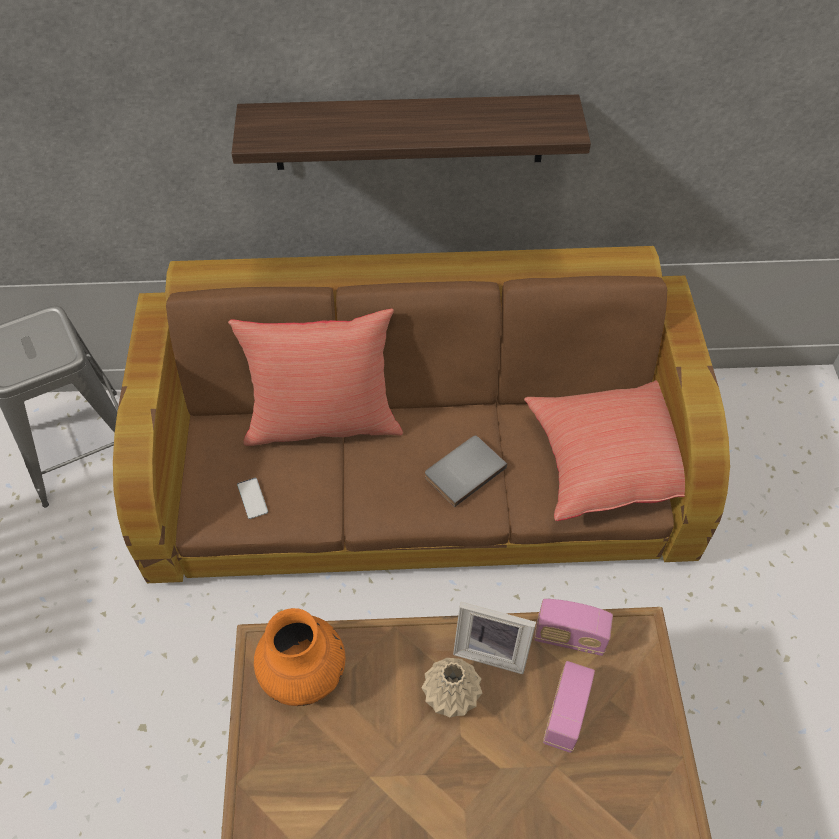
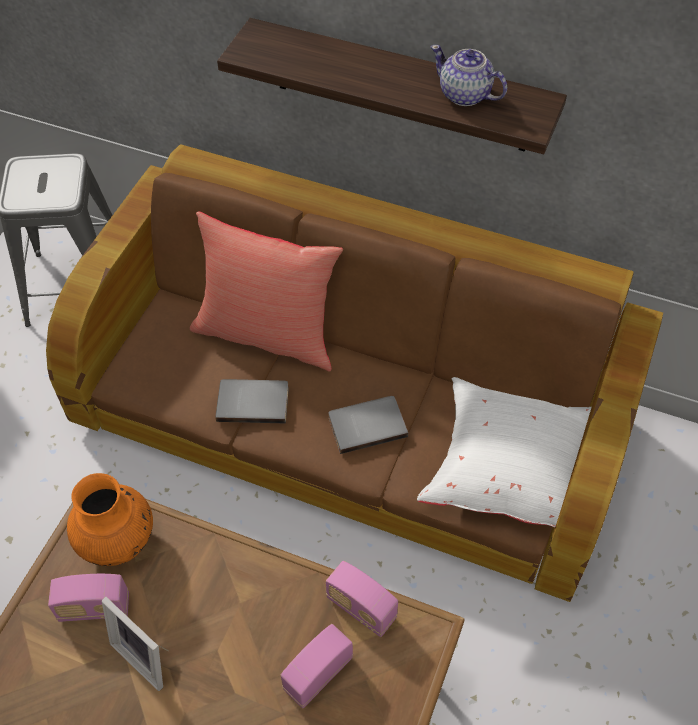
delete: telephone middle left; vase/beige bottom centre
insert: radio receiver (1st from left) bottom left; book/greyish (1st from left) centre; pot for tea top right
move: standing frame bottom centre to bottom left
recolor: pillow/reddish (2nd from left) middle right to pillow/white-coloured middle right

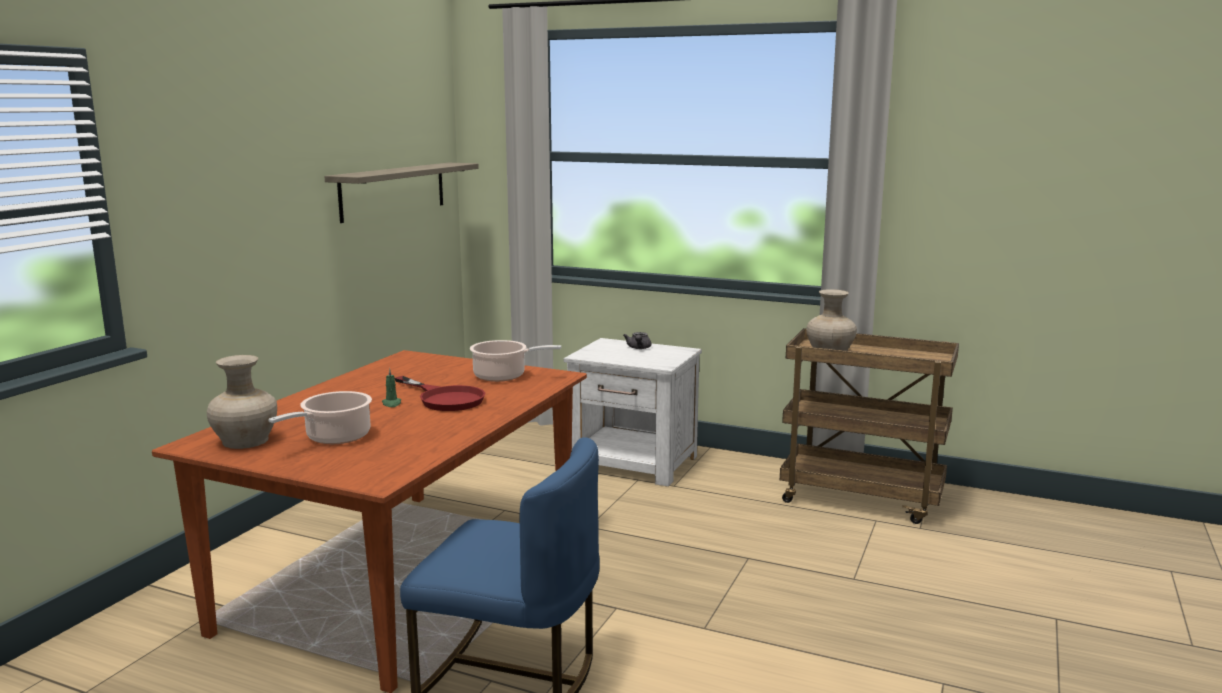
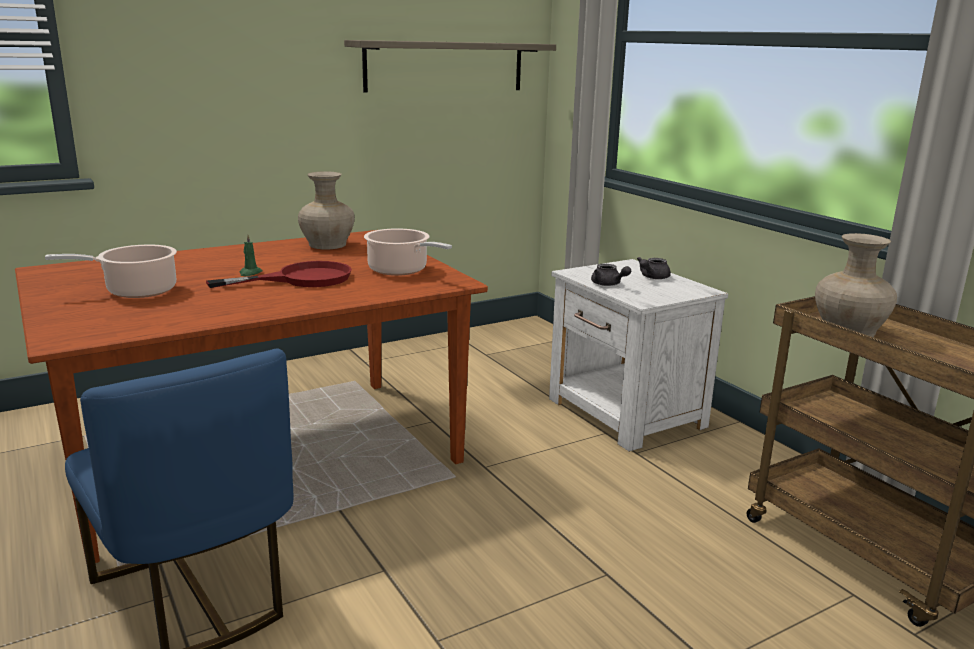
insert: pot for tea/greyish (1st from left) centre
move: vase/beige (1st from left) middle left to top centre
rotate: pan/reddish centre = middle left 105 degrees counterclockwise

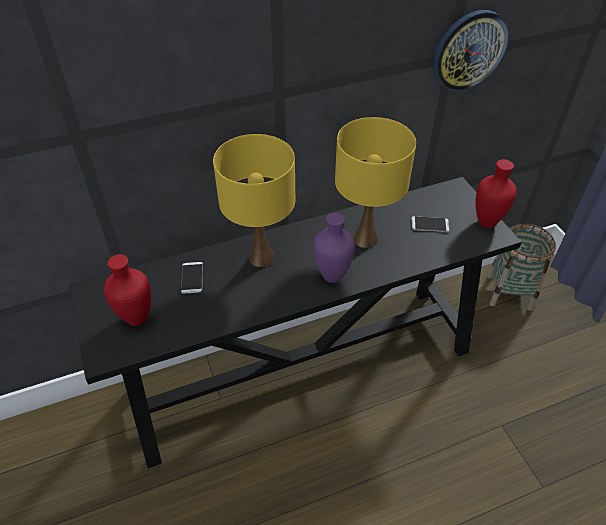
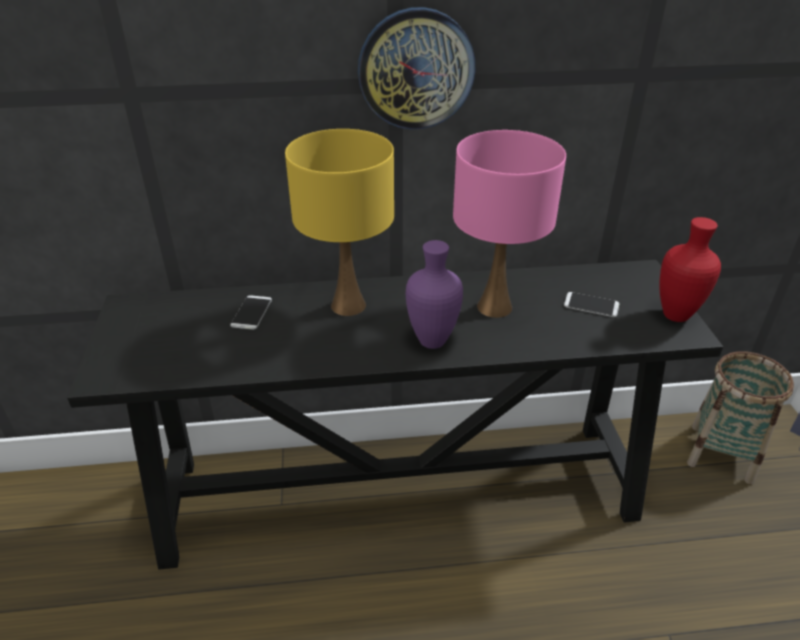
delete: vase/reddish (1st from left) middle left
move: hanging clock top right to top centre
recolor: lamp for a table/yellow (2nd from left) centre to lamp for a table/pink-coloured centre

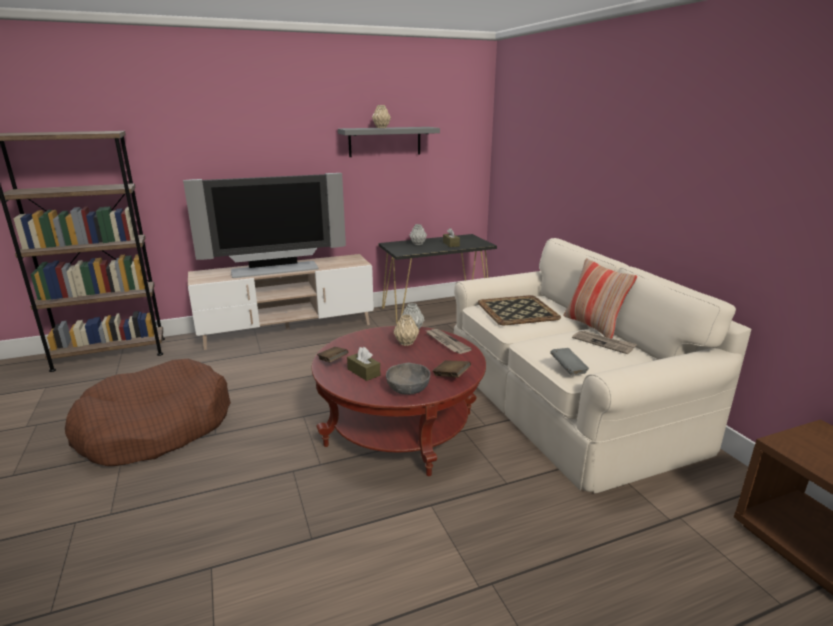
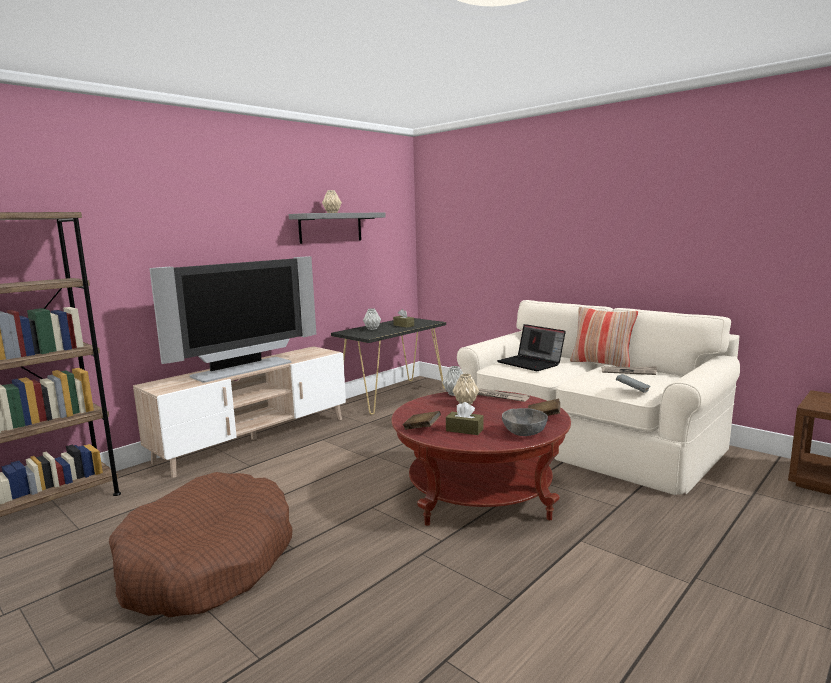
replace: serving tray centre to notebook computer centre

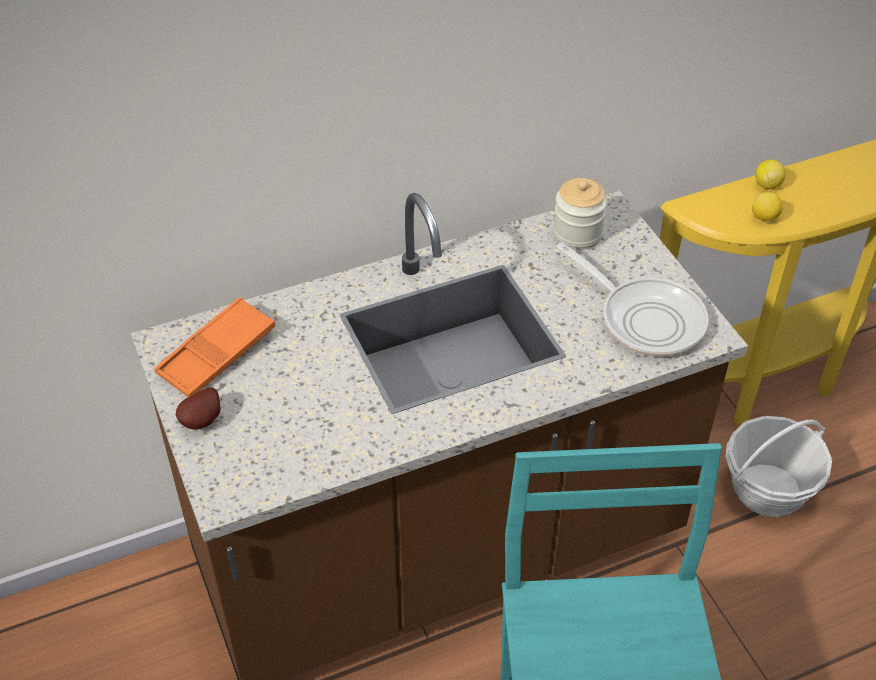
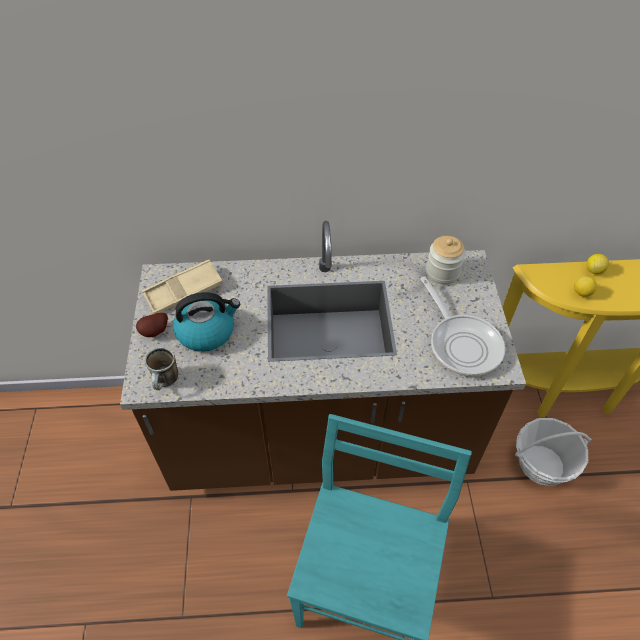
insert: coffee mug middle left; tea kettle middle left
recolor: serving tray/orangey middle left to serving tray/beige middle left

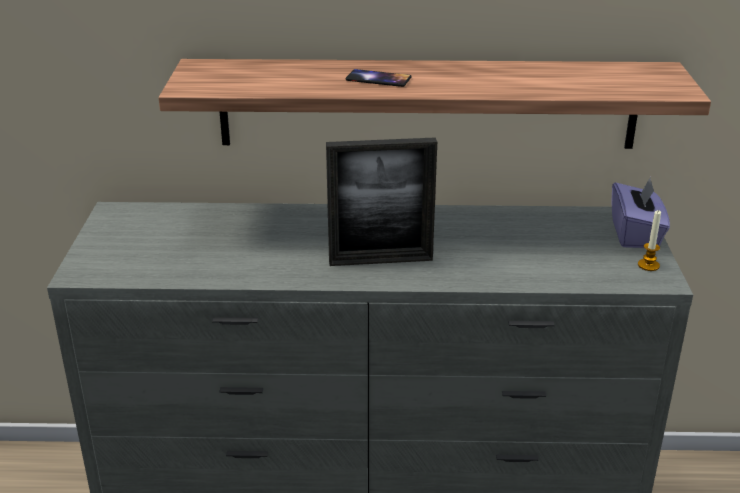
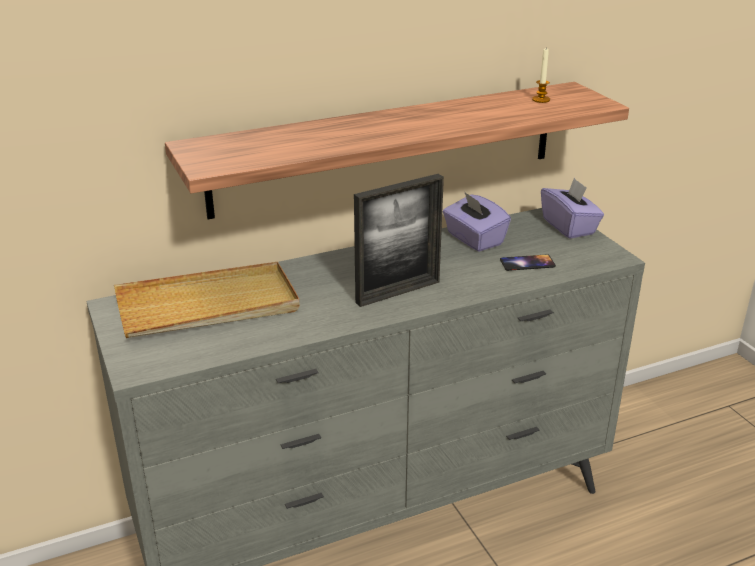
insert: serving tray/beige middle left; tissue box/purple (1st from left) centre
move: telephone top centre to middle right; wax candle middle right to top right

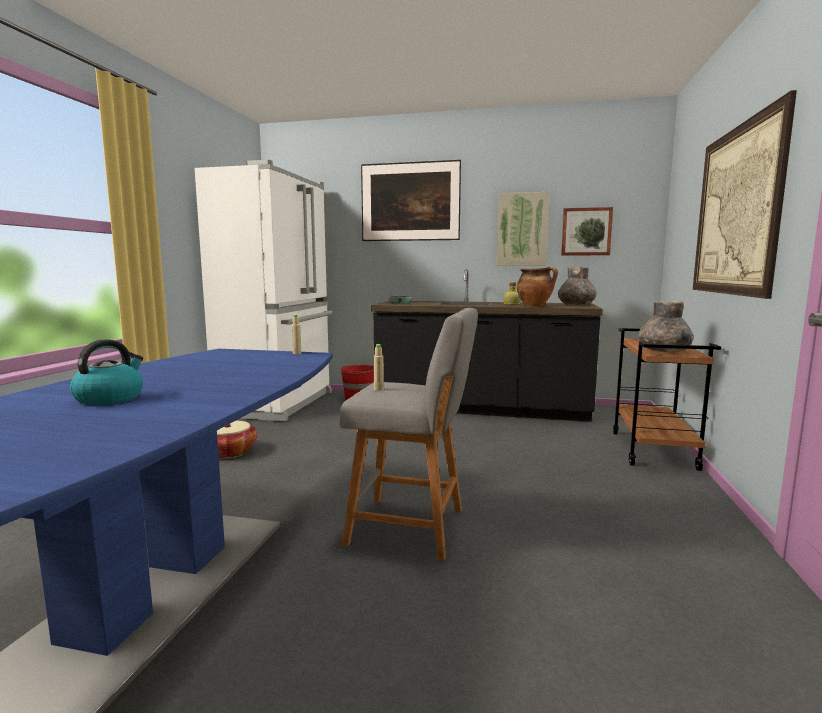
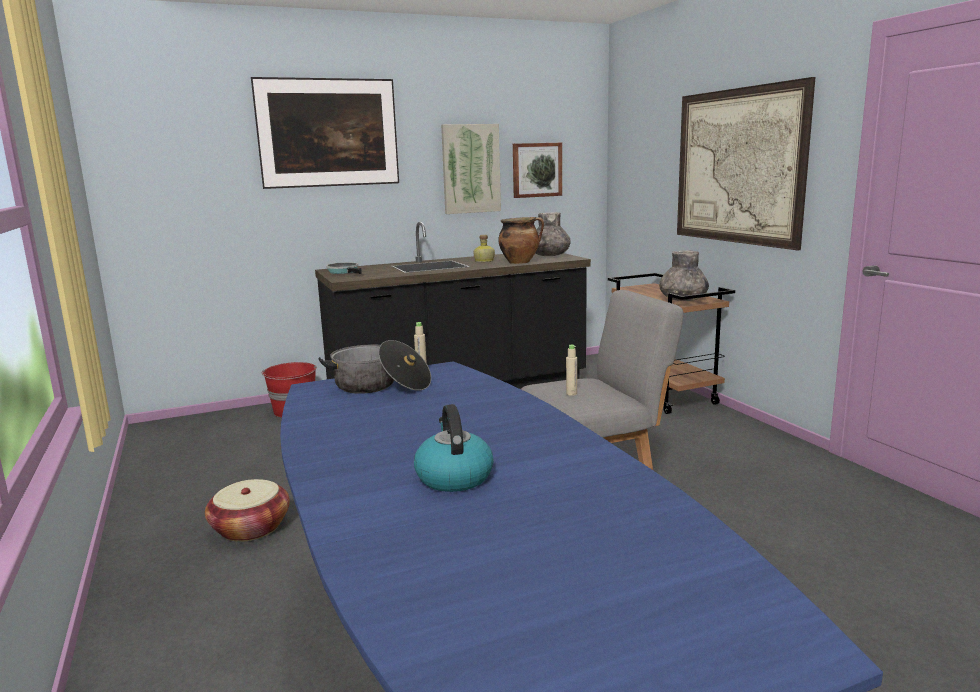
delete: fridge/white-coloured middle left
insert: saucepot (1st from left) centre

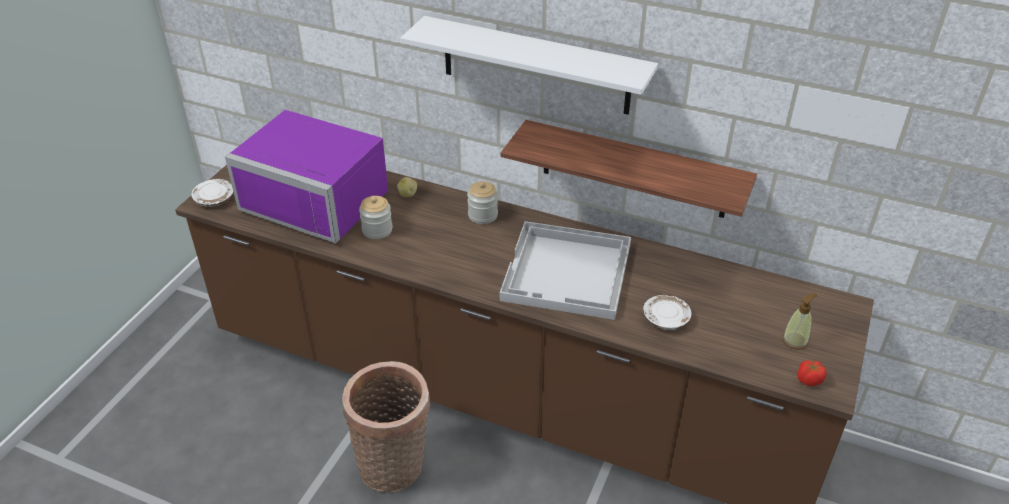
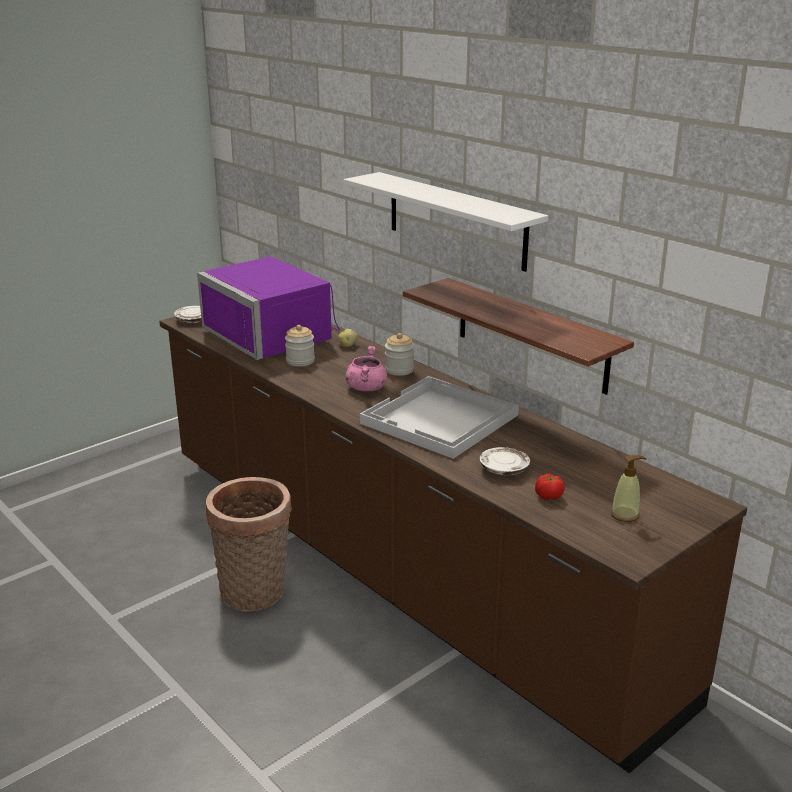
insert: saucepot/pink-coloured centre
move: whole tomato bottom right to middle right

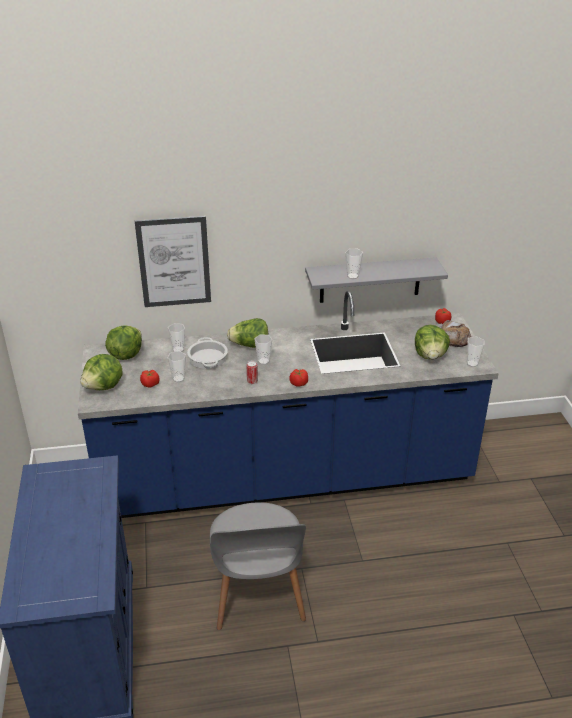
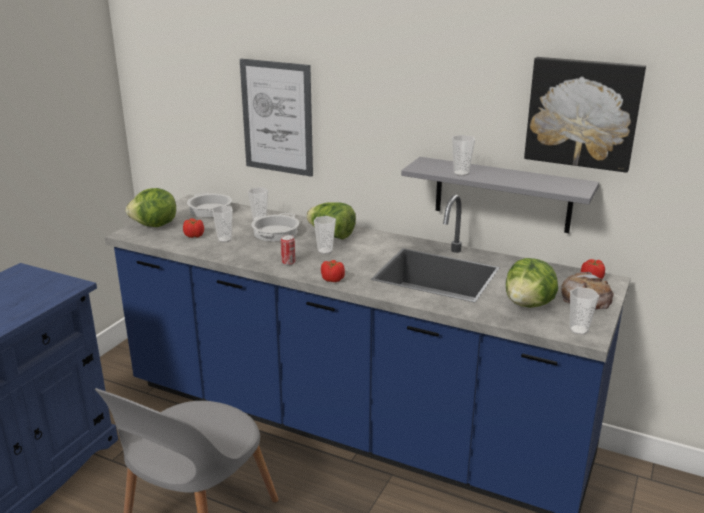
insert: wall picture (2nd from left) top right
replace: head of lettuce (2nd from left) middle left to saucepot (1st from left) middle left

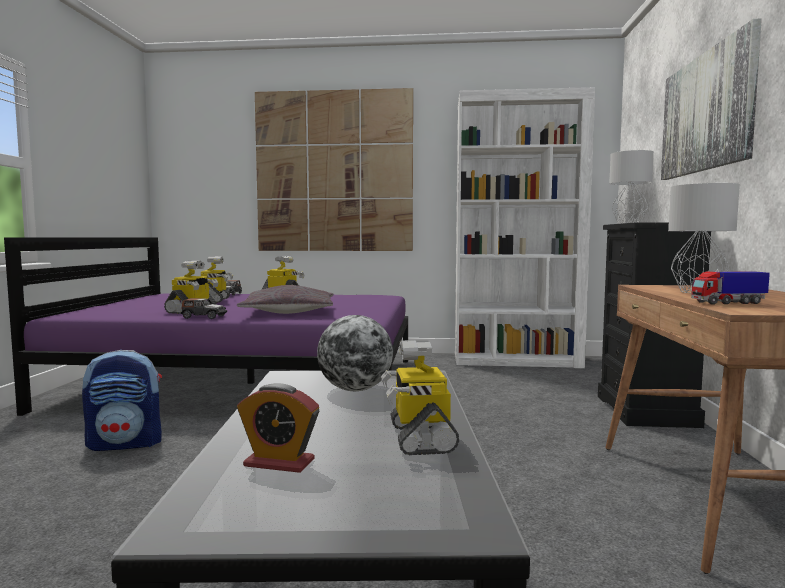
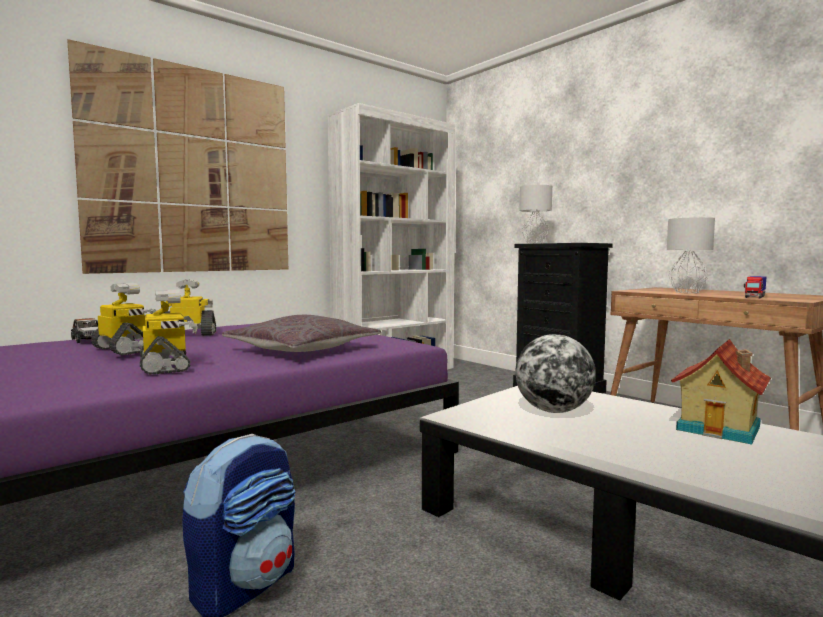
delete: toy car (1st from left) middle left; alarm clock bottom centre; wall picture (2nd from left) top right
replace: robot figure (4th from left) bottom centre to toy house middle right

